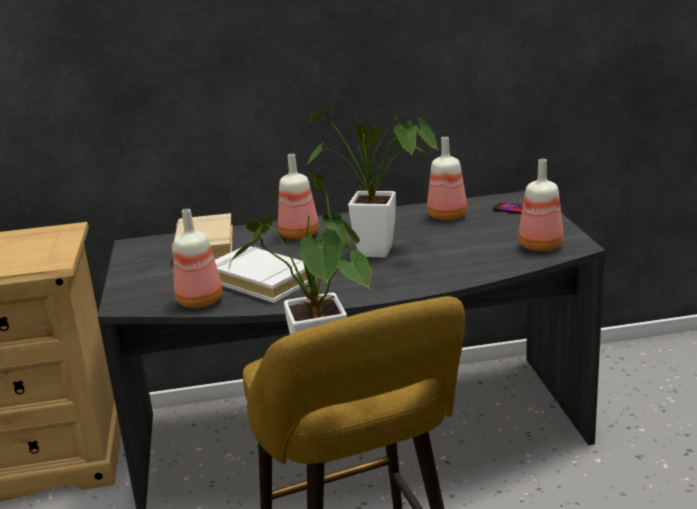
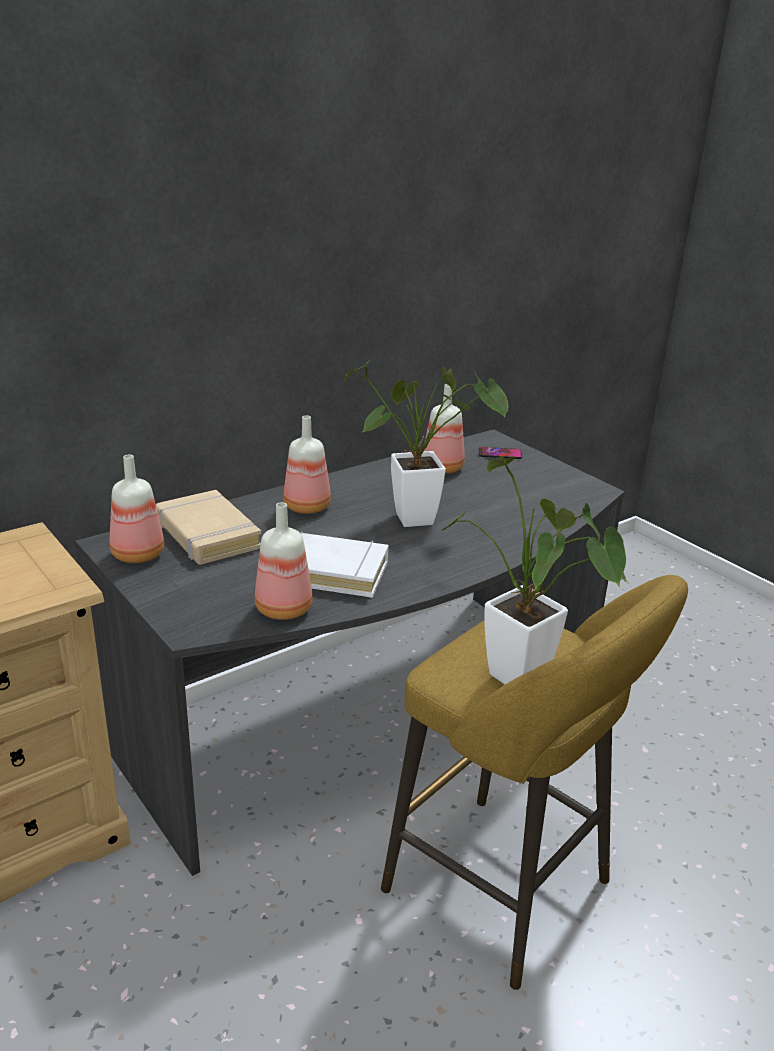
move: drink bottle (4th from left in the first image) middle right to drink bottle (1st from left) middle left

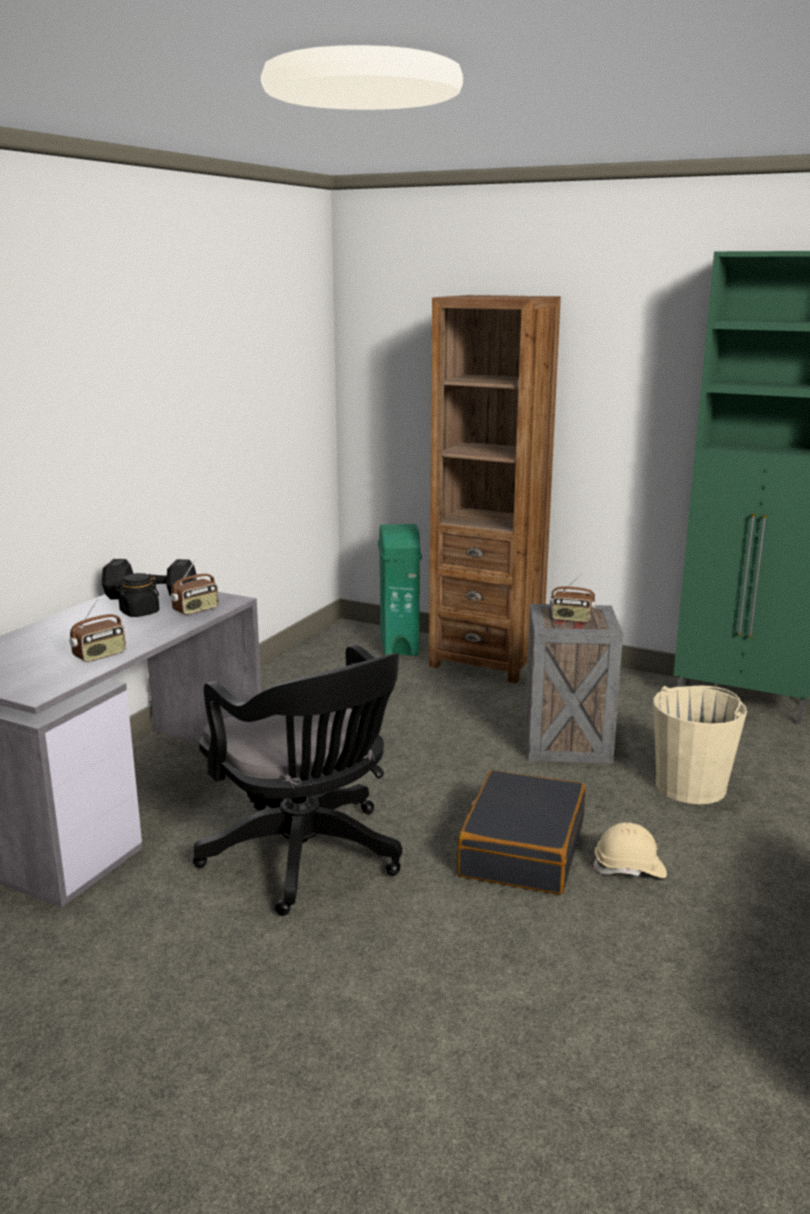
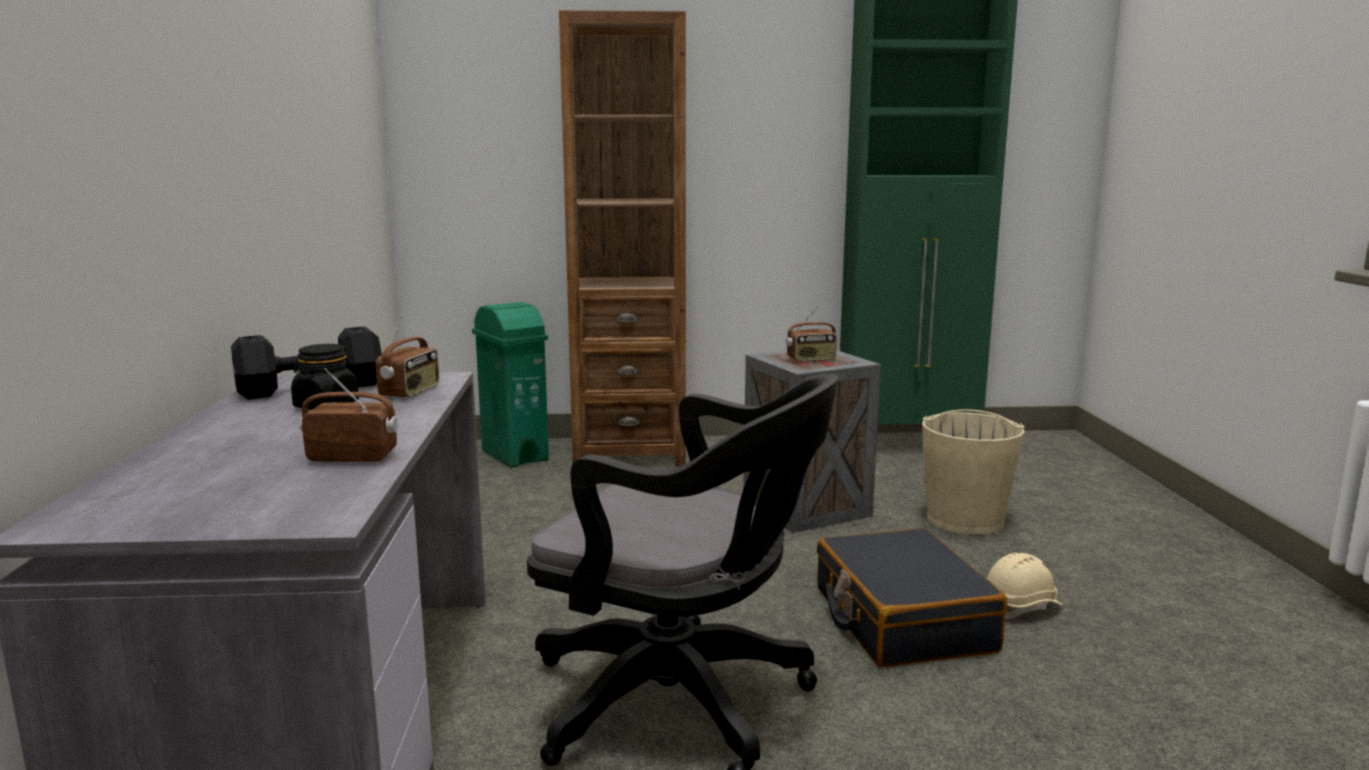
rotate: radio receiver (1st from left) middle left = middle left 105 degrees counterclockwise

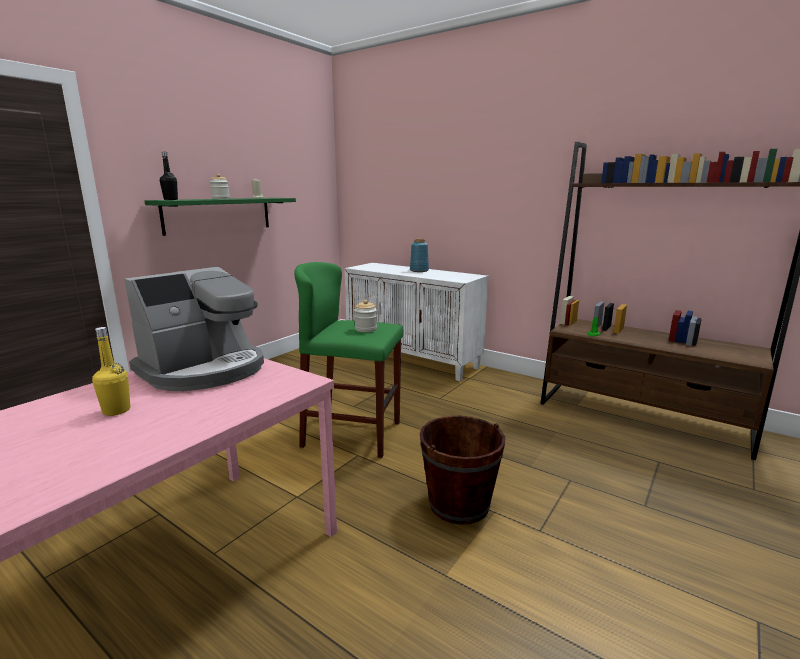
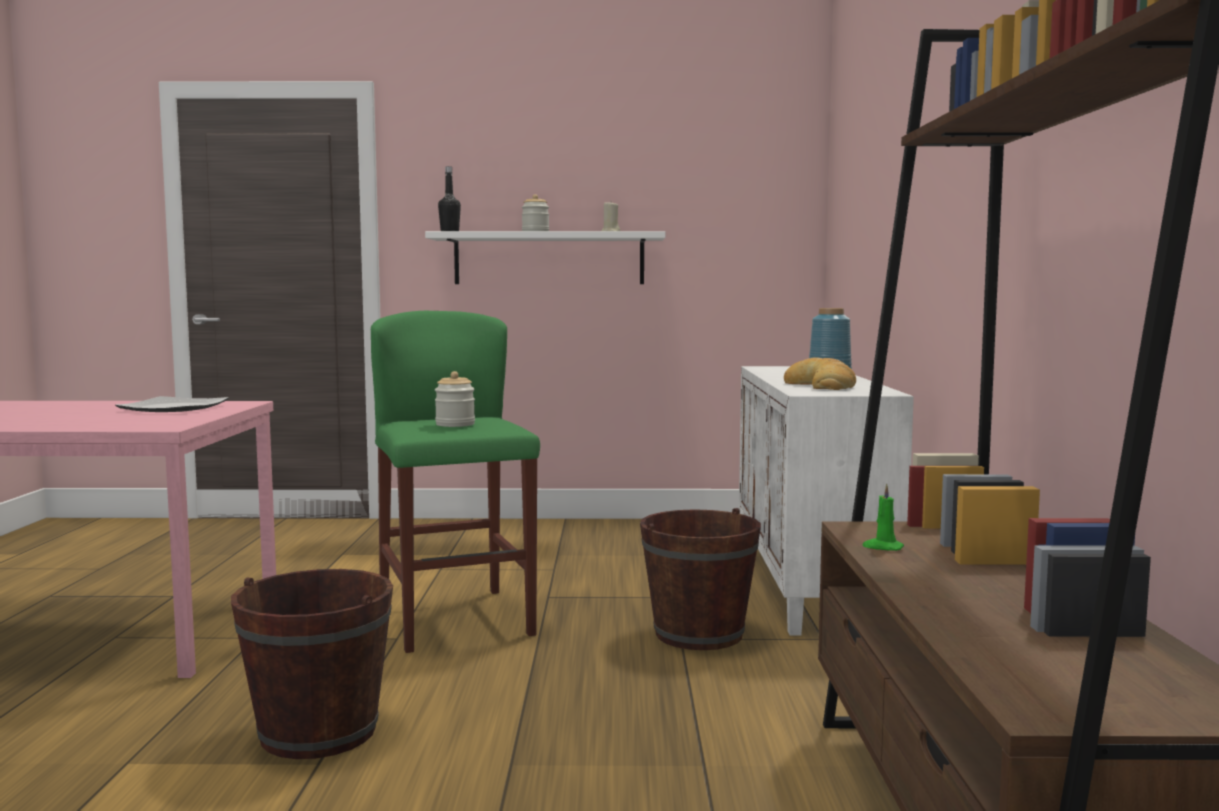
delete: drink bottle/yellow middle left
insert: bucket/brownish (2nd from left) bottom centre; baked bread middle right
replace: coffee machine middle left to dinner plate middle left
recolor: wall shelf/green-coloured top left to wall shelf/white-coloured top centre

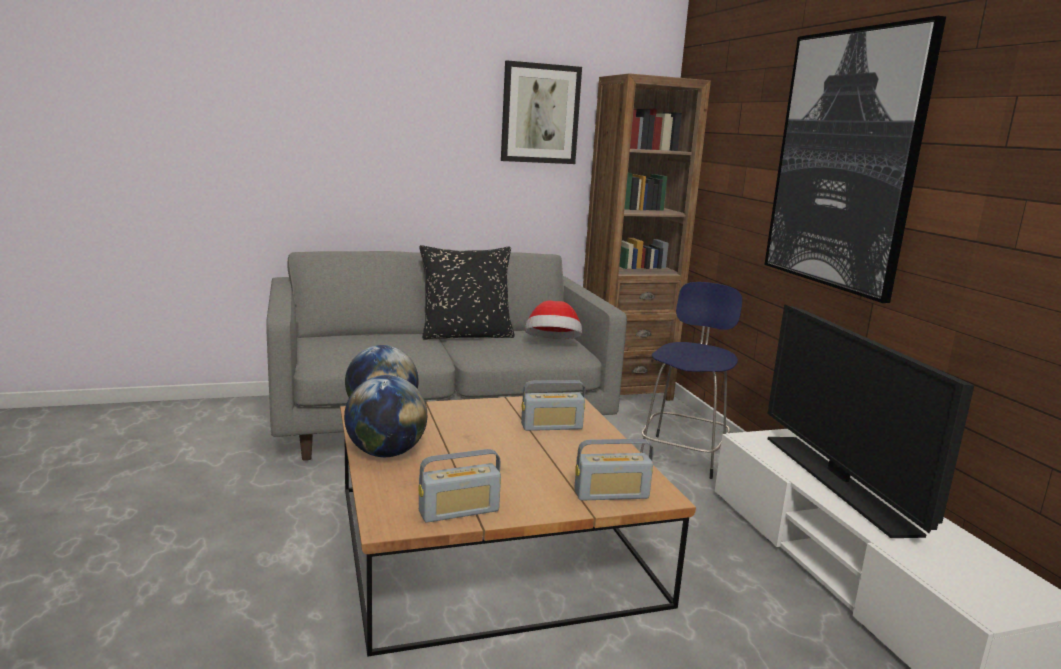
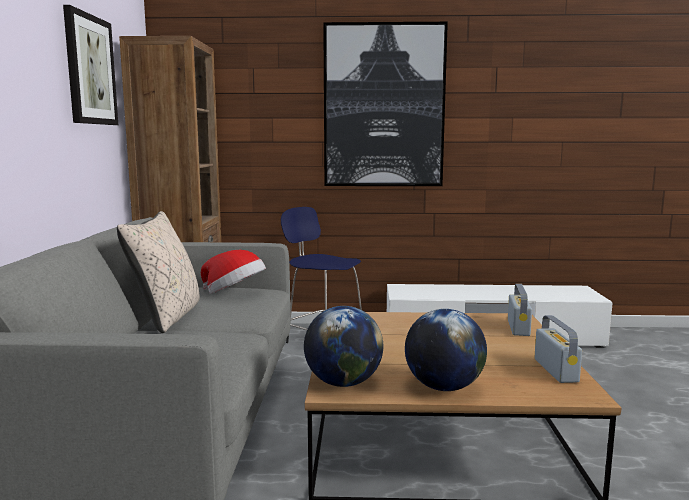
delete: radio receiver (2nd from left) centre; TV set middle right
recolor: pillow/black-coloured centre to pillow/beige middle left

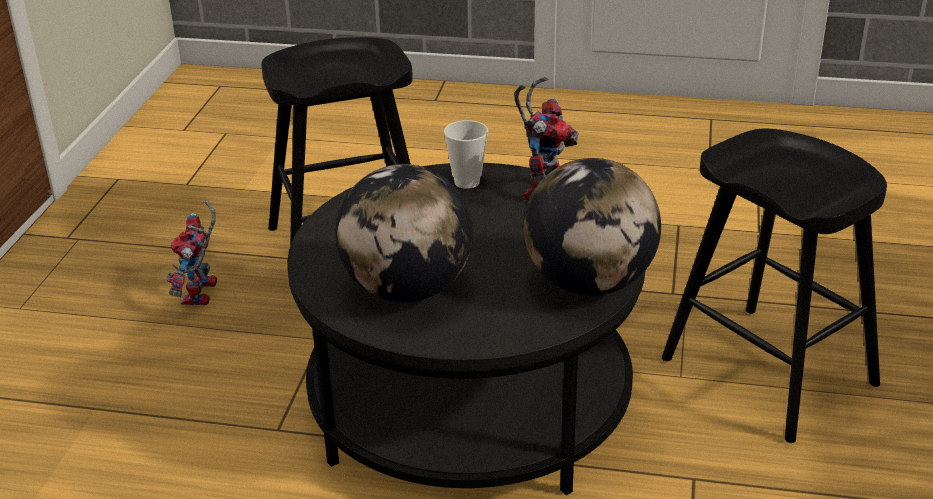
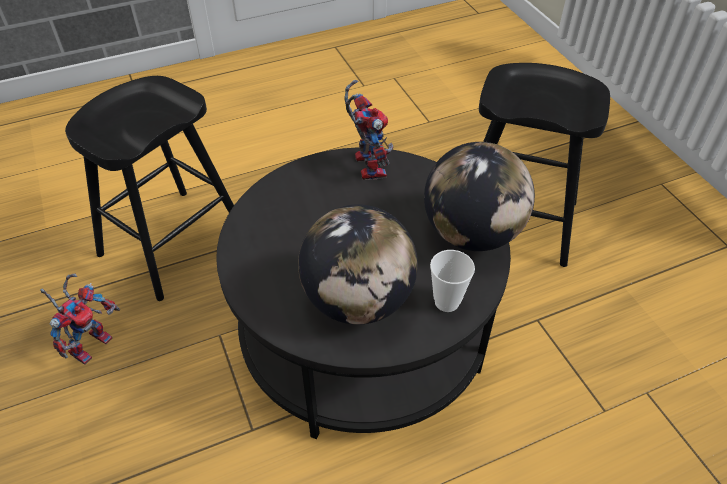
move: cup top centre to centre
rotate: robot figure (1st from left) middle left = middle left 120 degrees counterclockwise

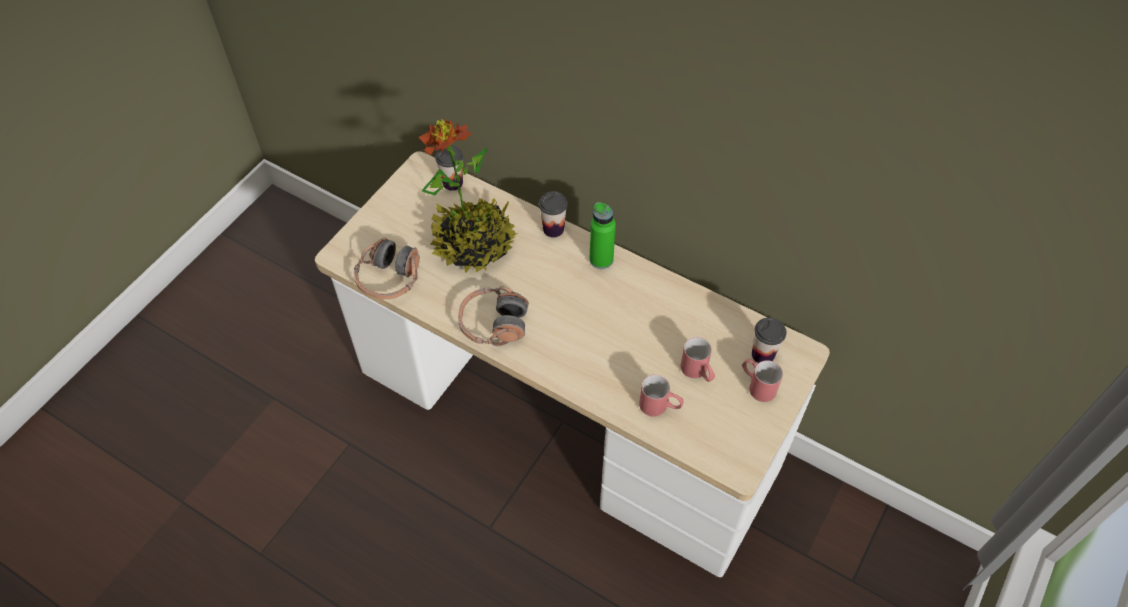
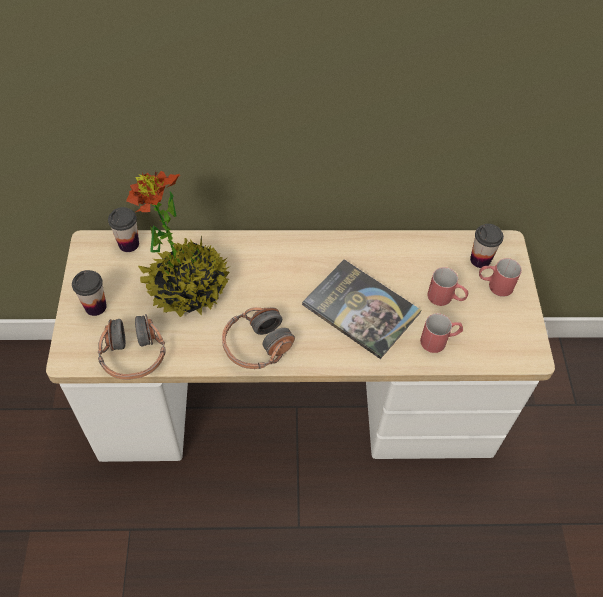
delete: drink bottle/green-coloured centre
insert: book centre
move: cup (2nd from left in the first image) centre to cup (1st from left) middle left

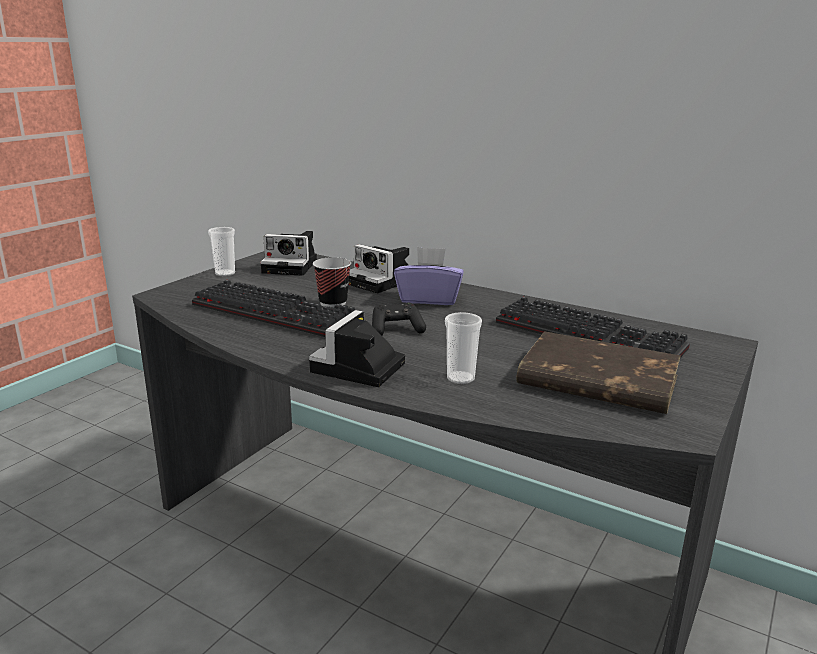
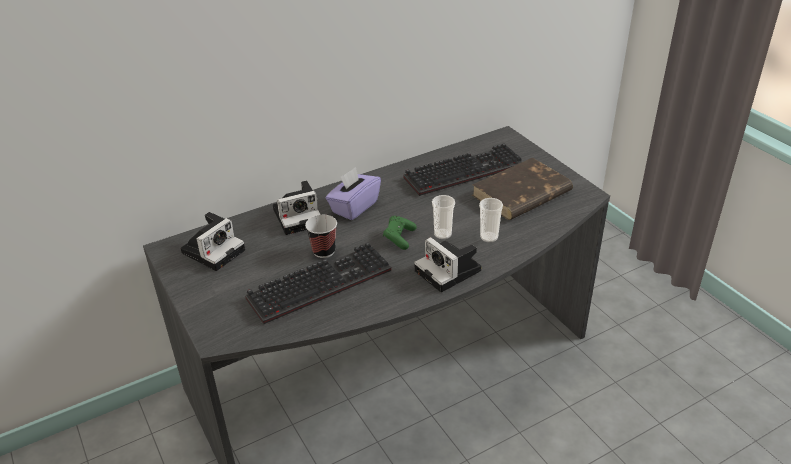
move: cup (1st from left in the first image) middle left to cup (2nd from left) centre
recolor: gamepad/black-coloured centre to gamepad/green-coloured centre

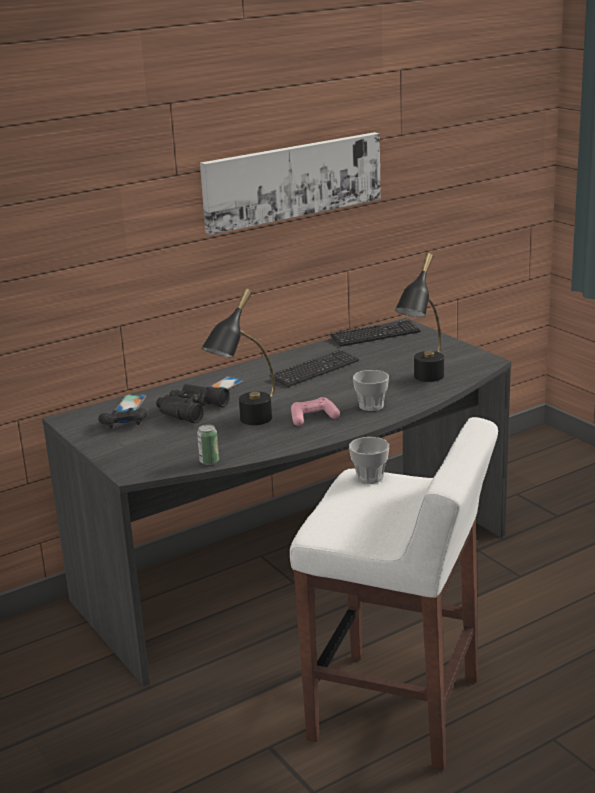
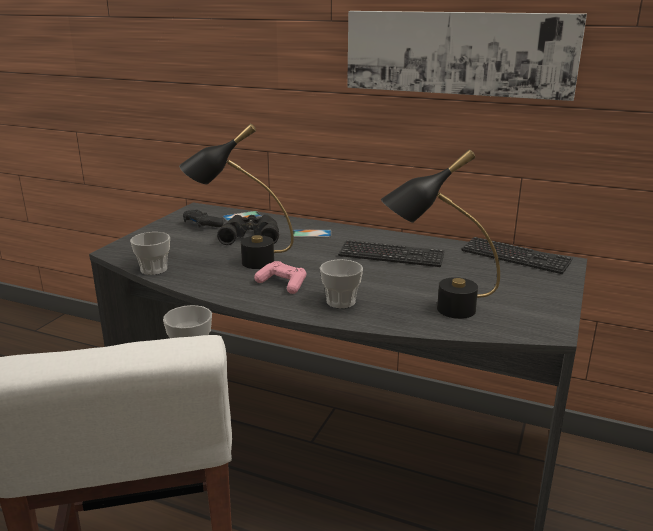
replace: sealed can centre to cup (1st from left) middle left

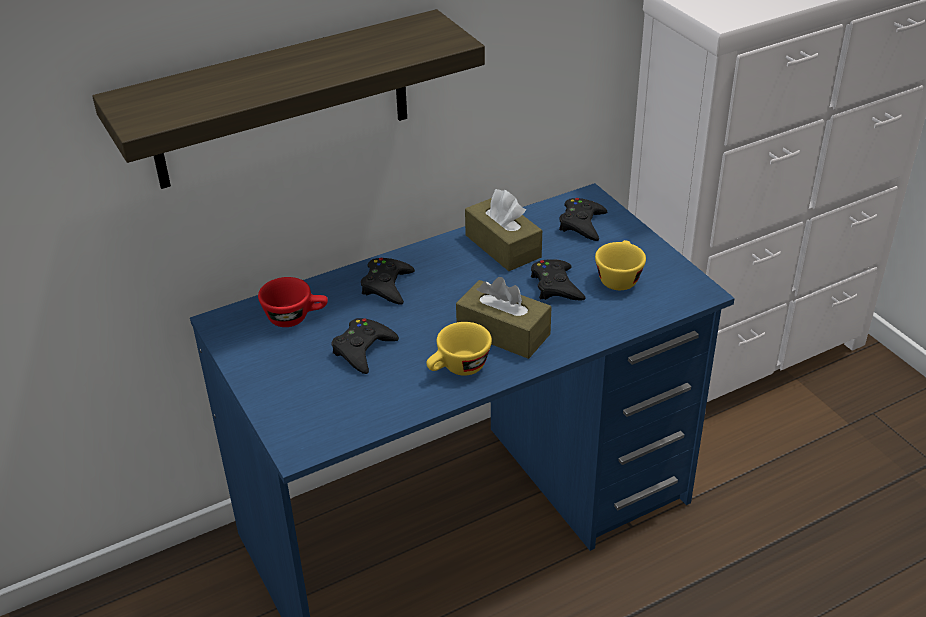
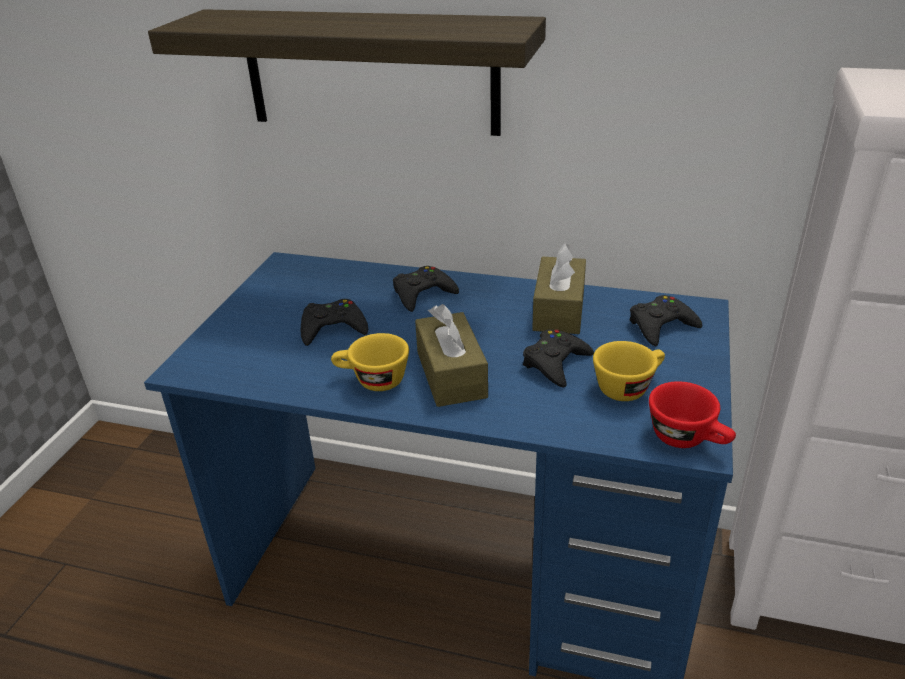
move: cup/reddish middle left to middle right

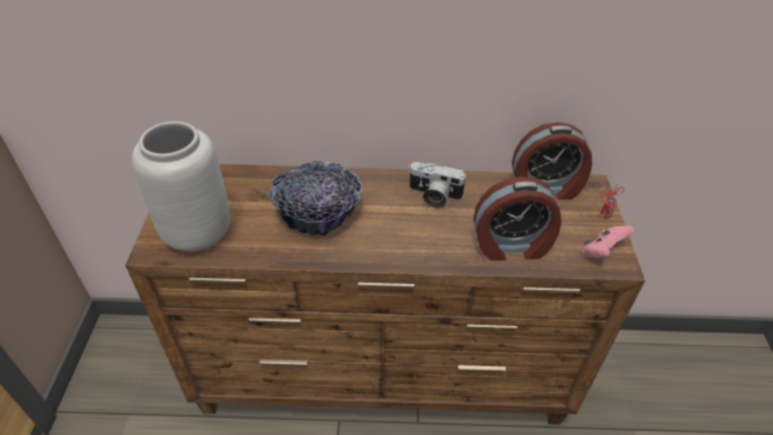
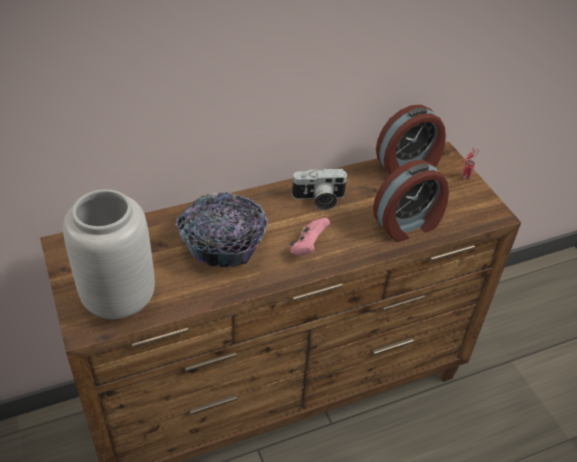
move: gamepad/pink-coloured middle right to centre

